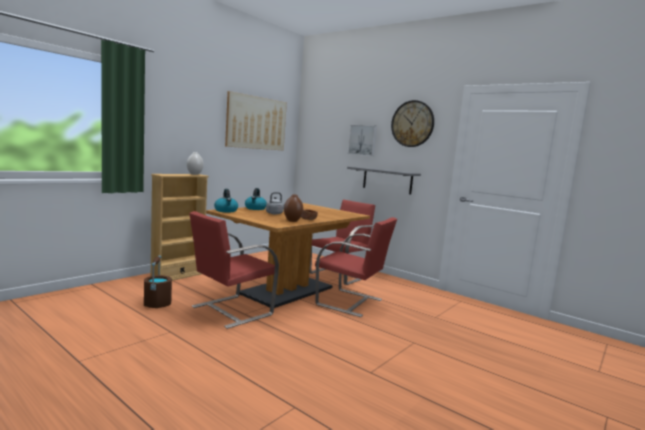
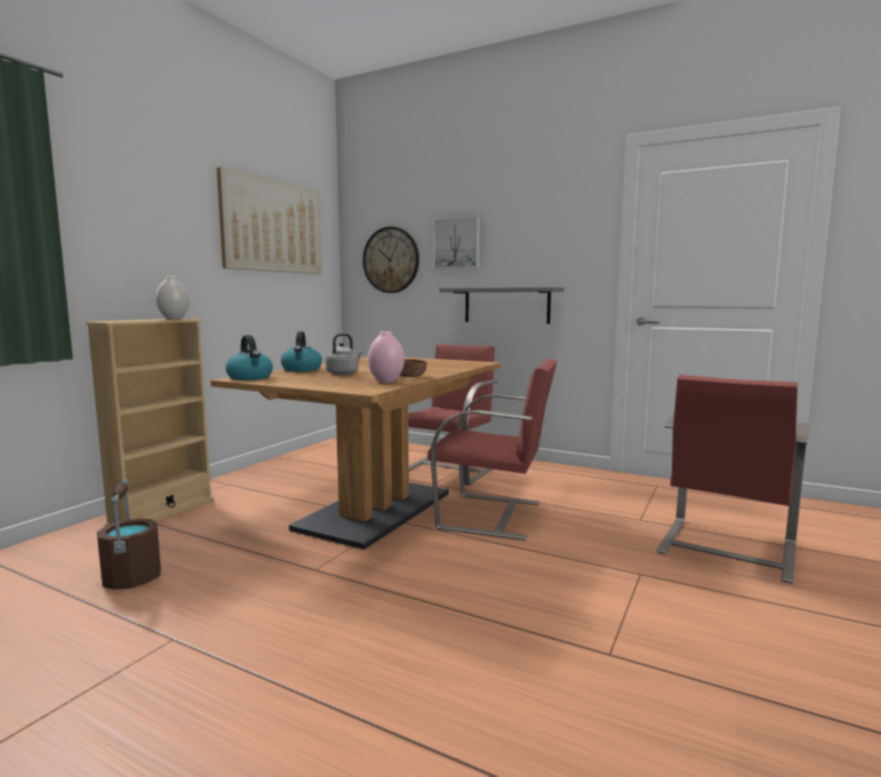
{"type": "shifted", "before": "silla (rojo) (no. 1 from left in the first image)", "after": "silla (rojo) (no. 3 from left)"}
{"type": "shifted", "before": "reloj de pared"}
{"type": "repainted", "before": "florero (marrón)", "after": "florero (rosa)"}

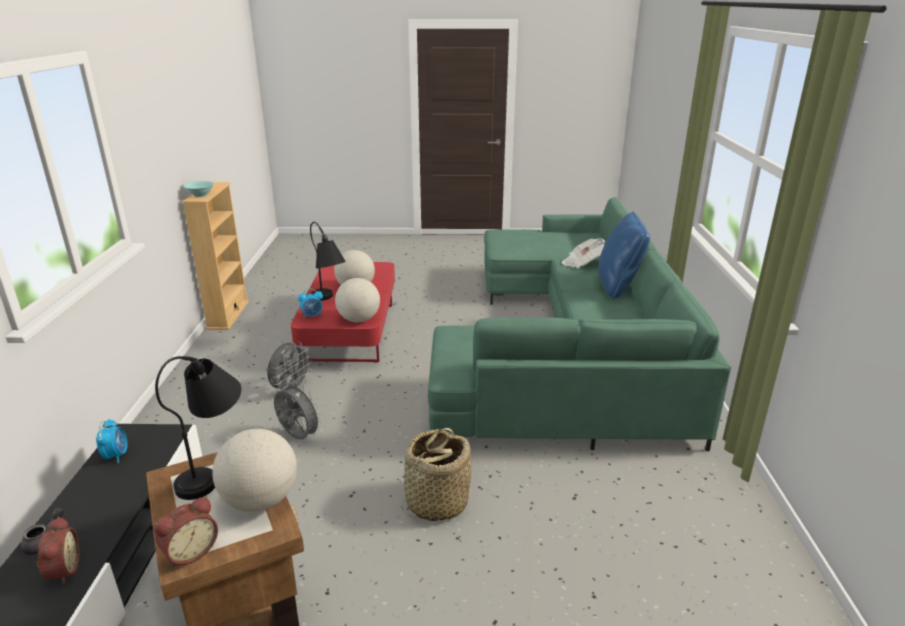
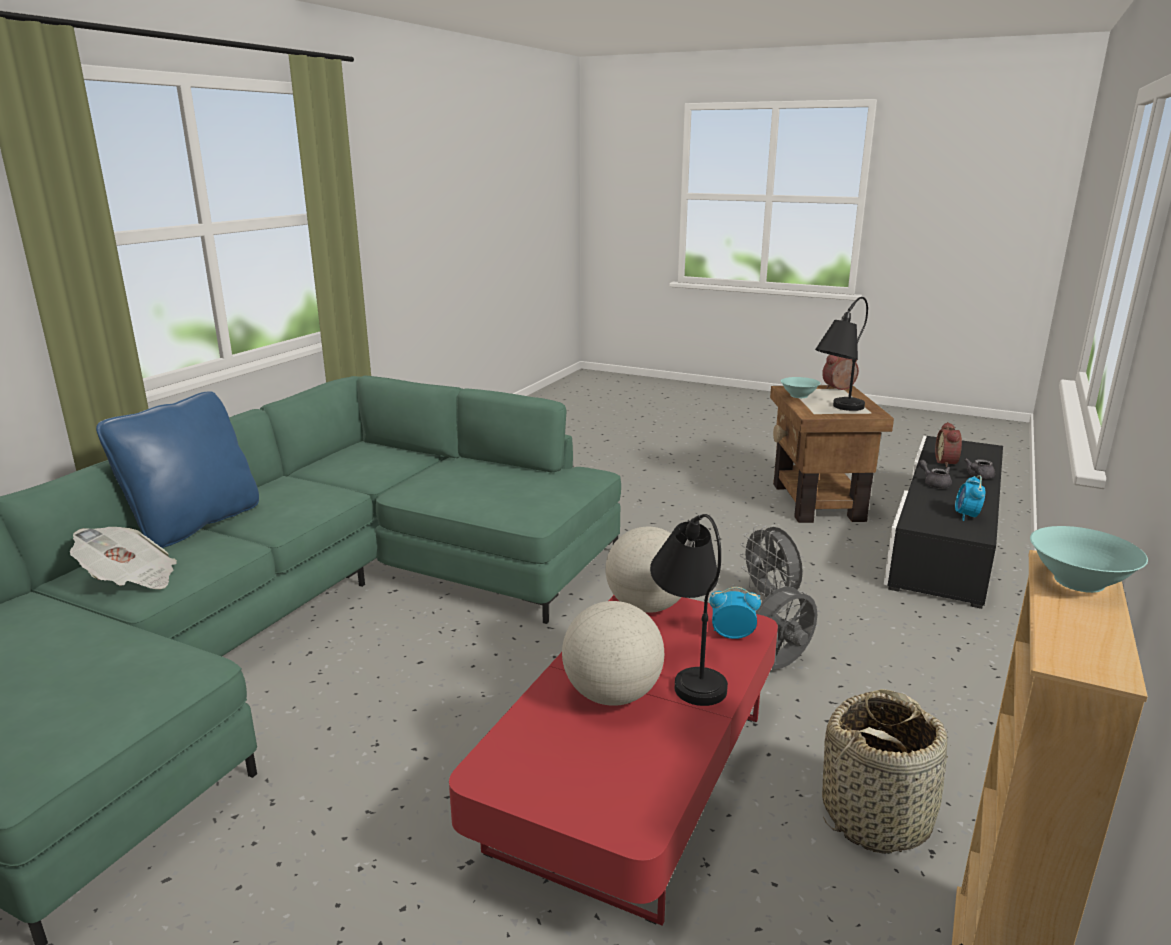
{"type": "new", "after": "tetera (gris) (no. 1 from left)"}
{"type": "shifted", "before": "cesta"}
{"type": "swapped", "before": "globo terráqueo (no. 1 from left)", "after": "cuenco (turquesa) (no. 1 from left)"}

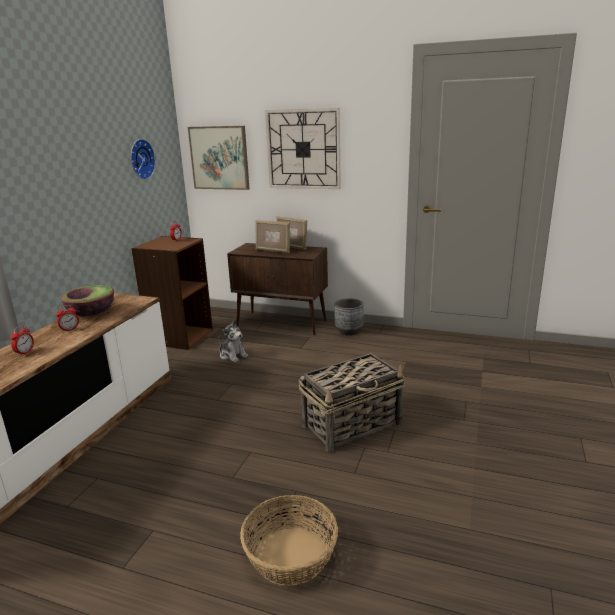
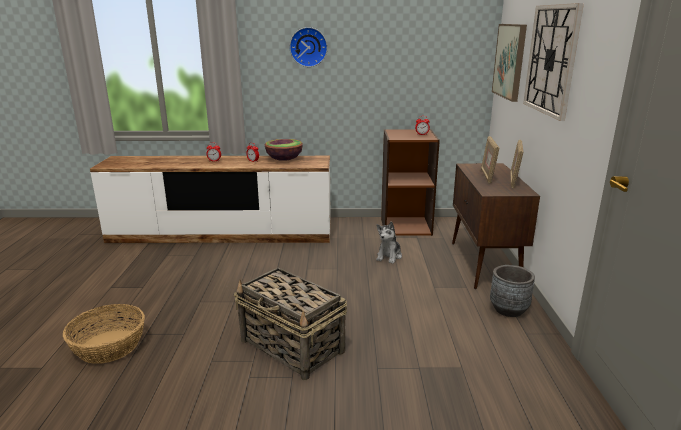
{"type": "shifted", "before": "reloj de pared (no. 1 from left)"}

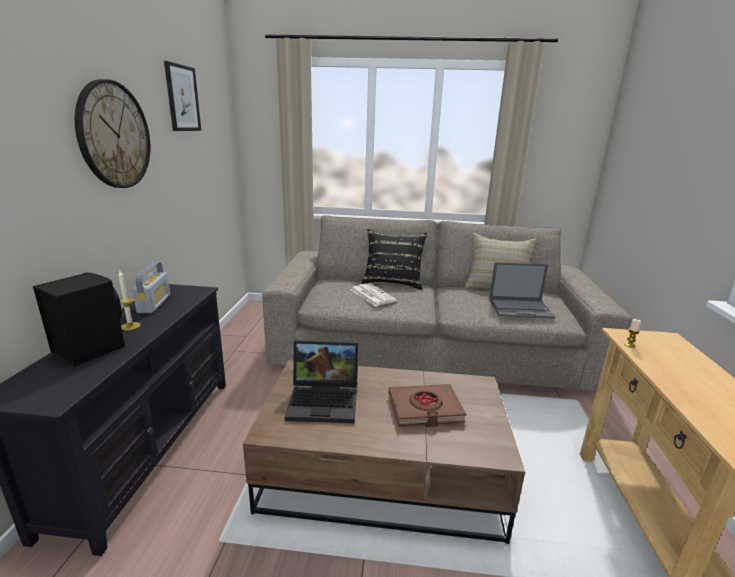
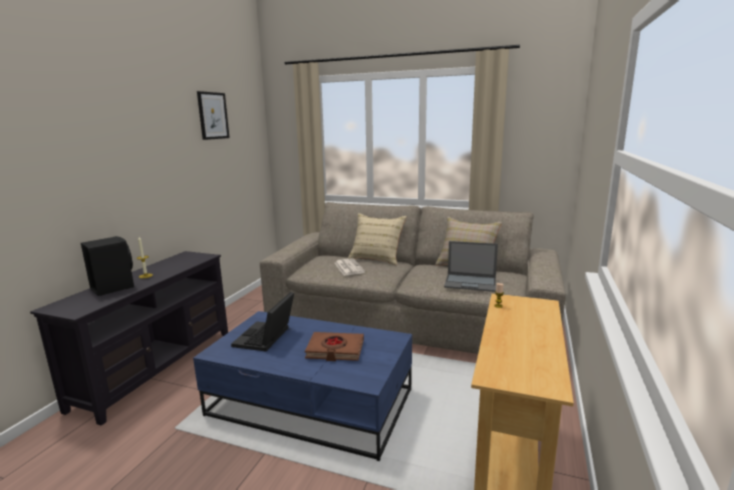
{"type": "gone", "before": "reloj de pared"}
{"type": "gone", "before": "radio"}
{"type": "repainted", "before": "mesa de centro (marrón)", "after": "mesa de centro (azul)"}
{"type": "repainted", "before": "cojín (negro)", "after": "cojín (beis) (no. 1 from left)"}
{"type": "rotated", "before": "portátil (no. 1 from left)", "turn": 90}

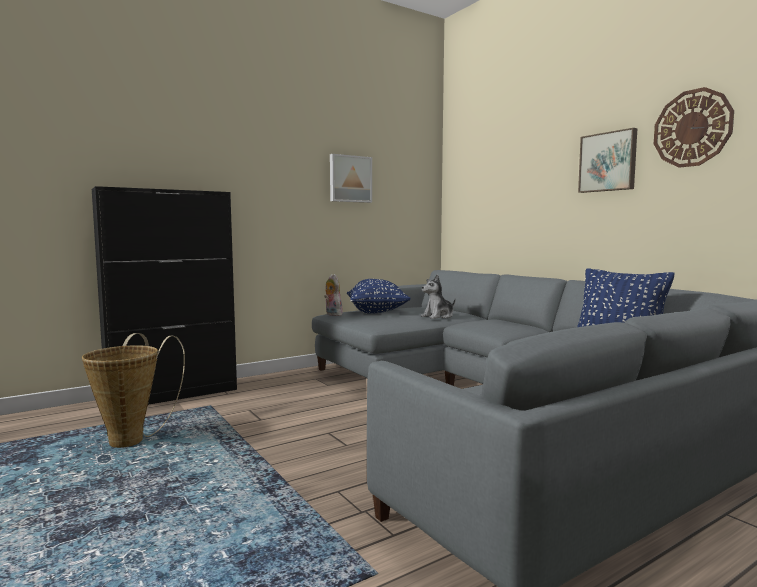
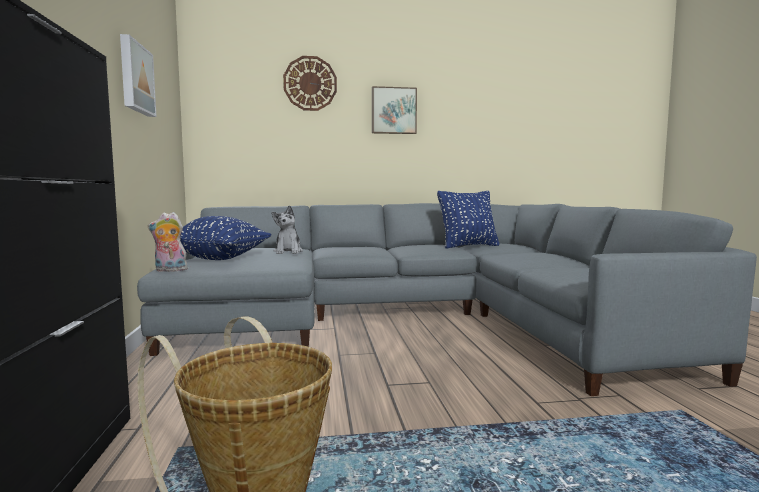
{"type": "shifted", "before": "reloj de pared"}

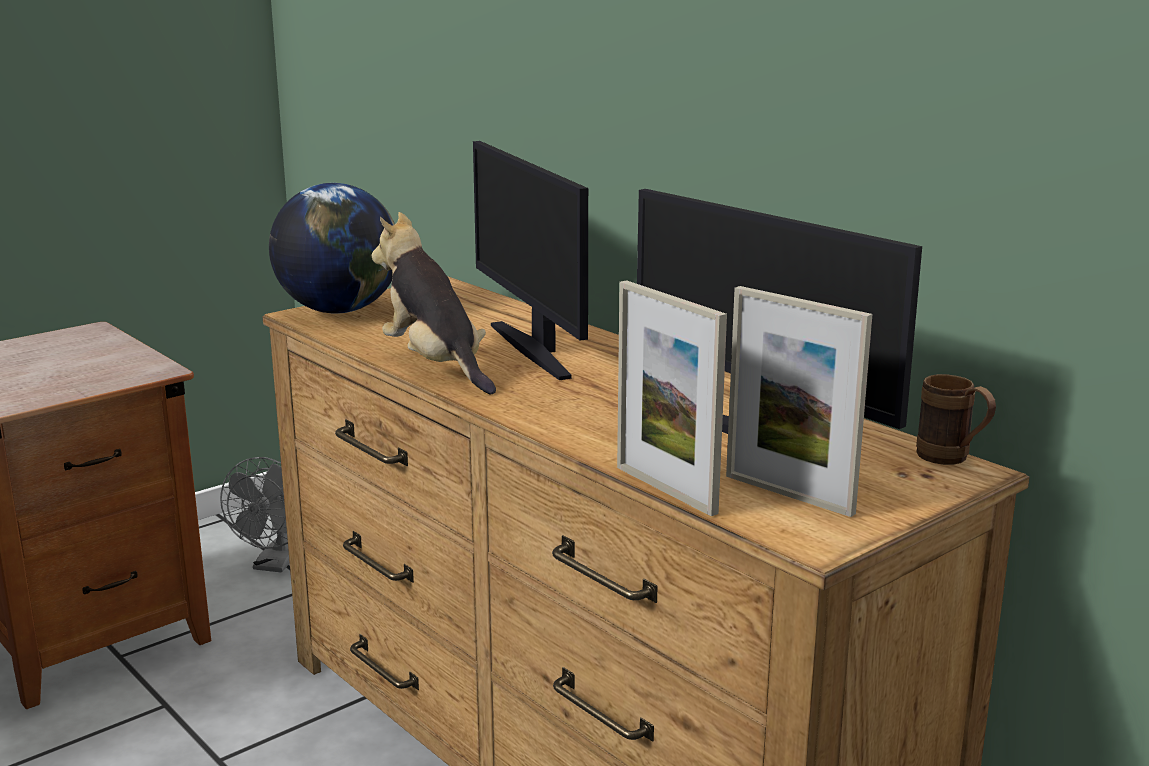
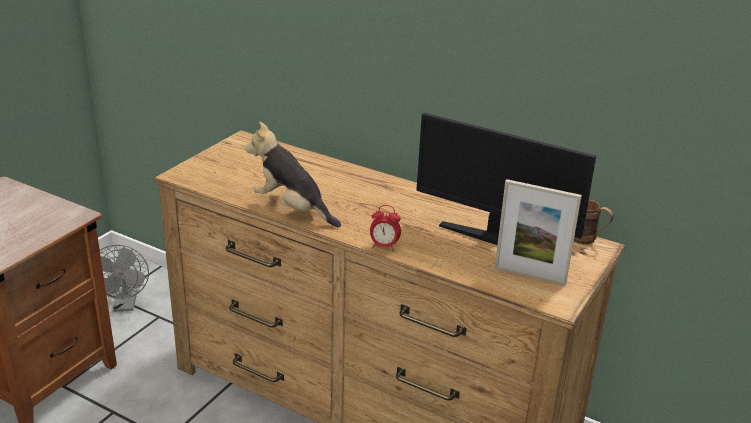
{"type": "gone", "before": "globo terráqueo"}
{"type": "gone", "before": "monitor (no. 1 from left)"}
{"type": "gone", "before": "portarretratos (no. 1 from left)"}
{"type": "new", "after": "despertador"}

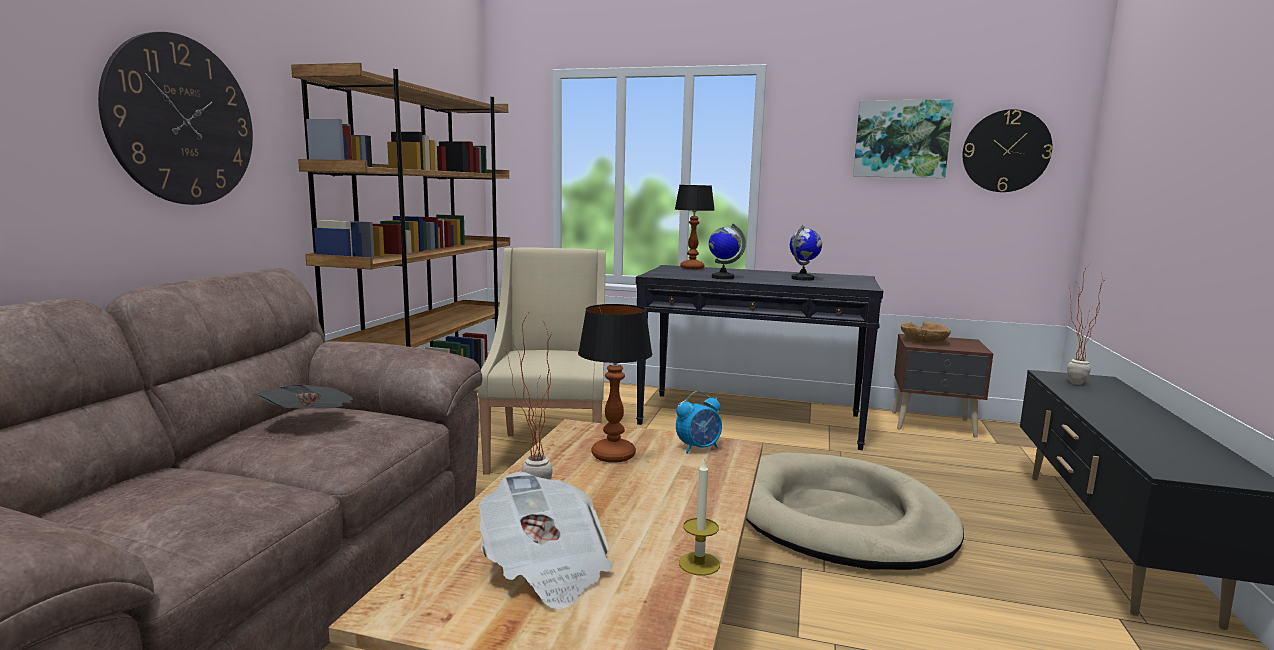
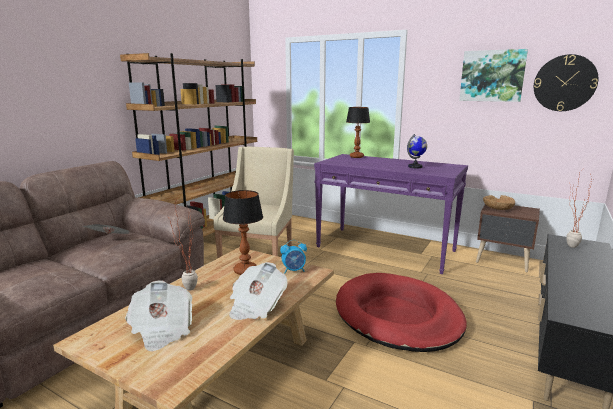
{"type": "gone", "before": "reloj de pared (no. 1 from left)"}
{"type": "gone", "before": "vela"}
{"type": "gone", "before": "globo terráqueo (no. 1 from left)"}
{"type": "new", "after": "periódico (no. 3 from left)"}
{"type": "repainted", "before": "mesa consola (negro)", "after": "mesa consola (morado)"}
{"type": "repainted", "before": "cama para perro (beis)", "after": "cama para perro (rojo)"}

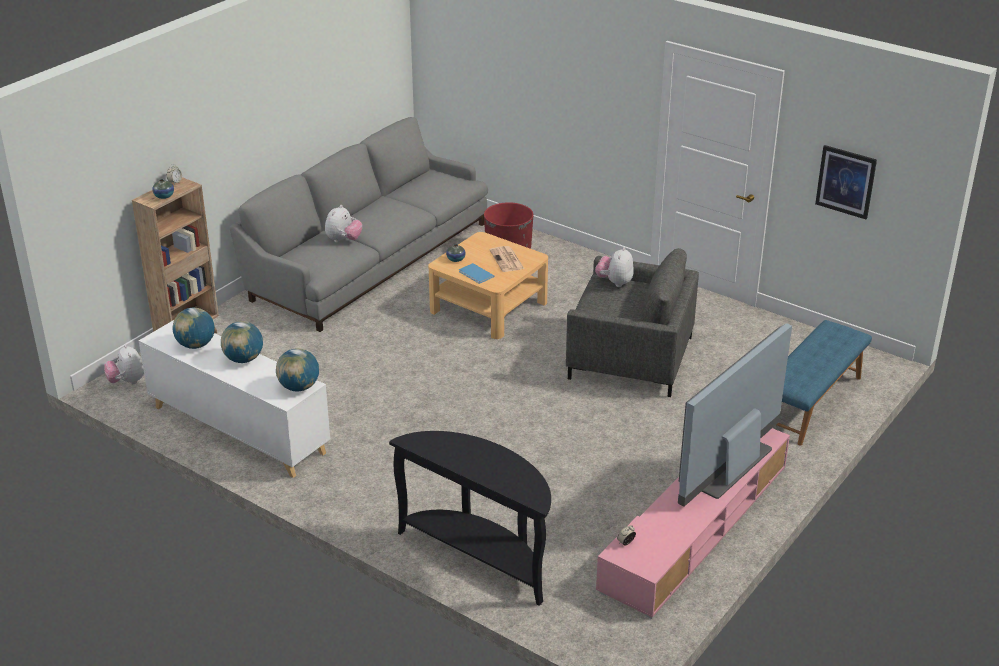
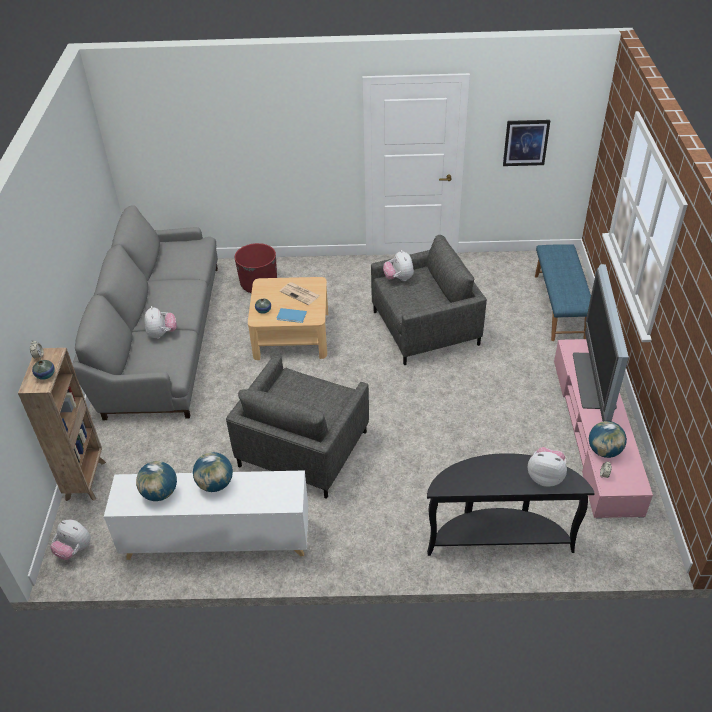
{"type": "new", "after": "sillón (gris) (no. 1 from left)"}
{"type": "new", "after": "peluche (no. 4 from left)"}
{"type": "shifted", "before": "globo terráqueo (no. 3 from left)"}

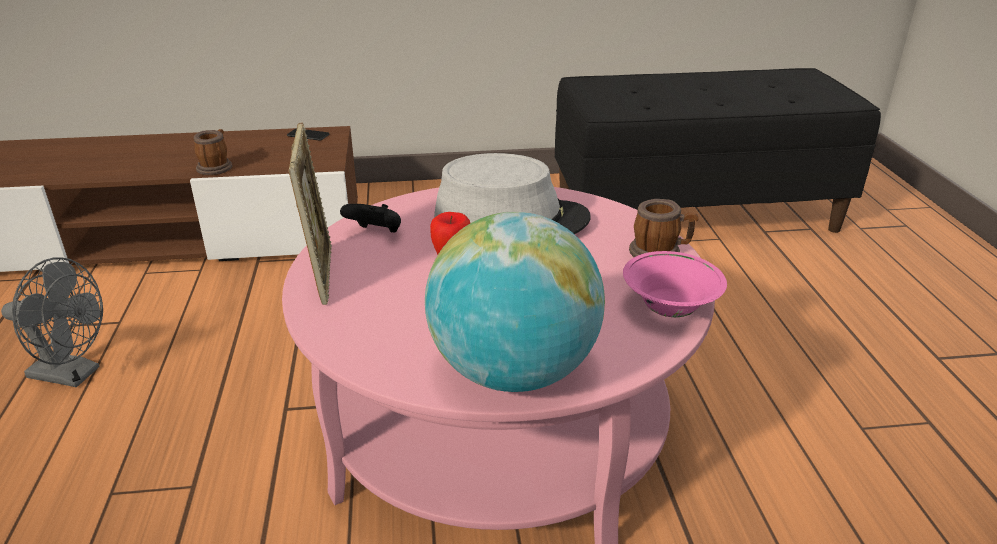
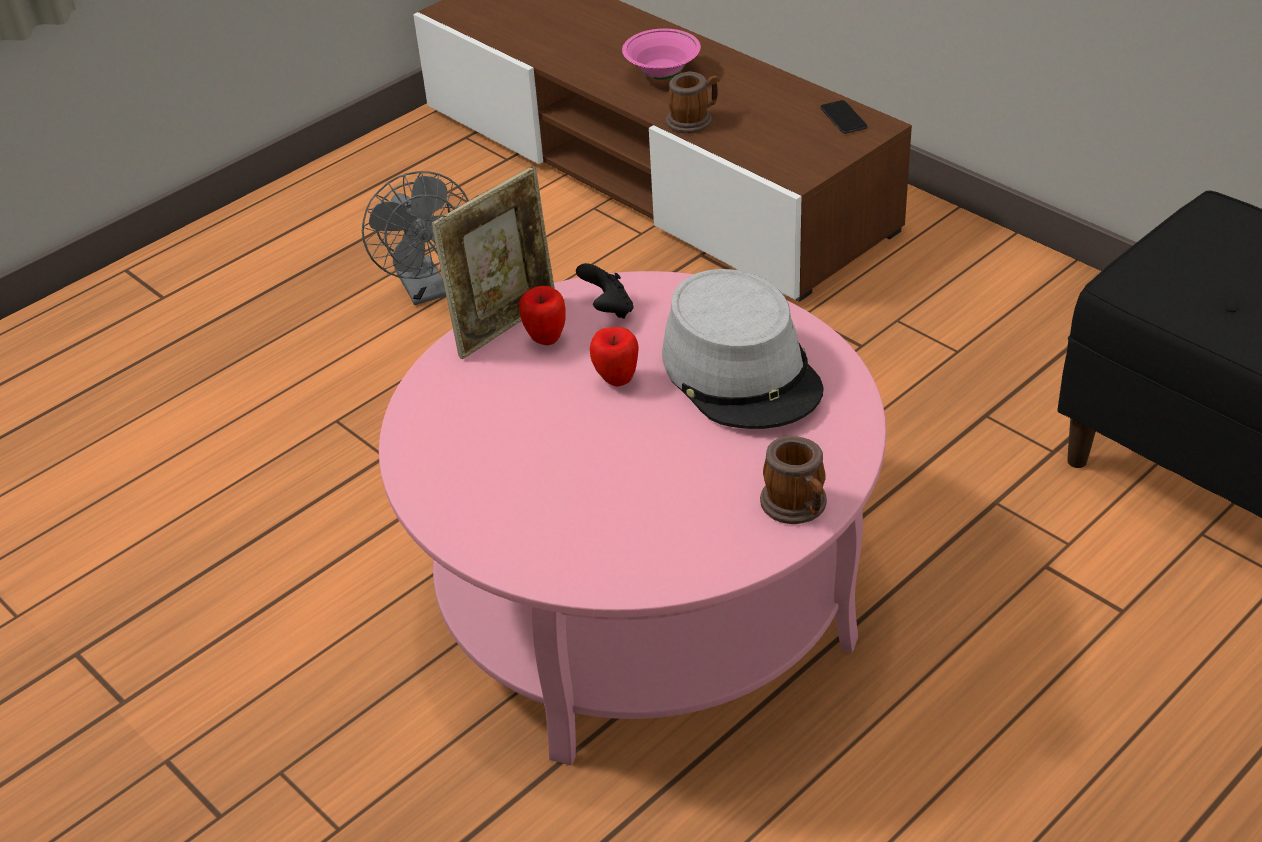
{"type": "gone", "before": "globo terráqueo"}
{"type": "new", "after": "manzana (no. 1 from left)"}
{"type": "shifted", "before": "cuenco (rosa)"}

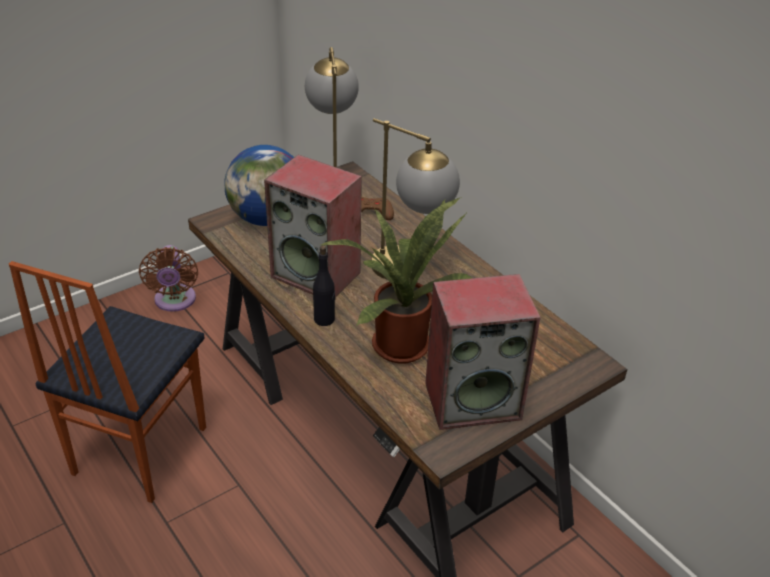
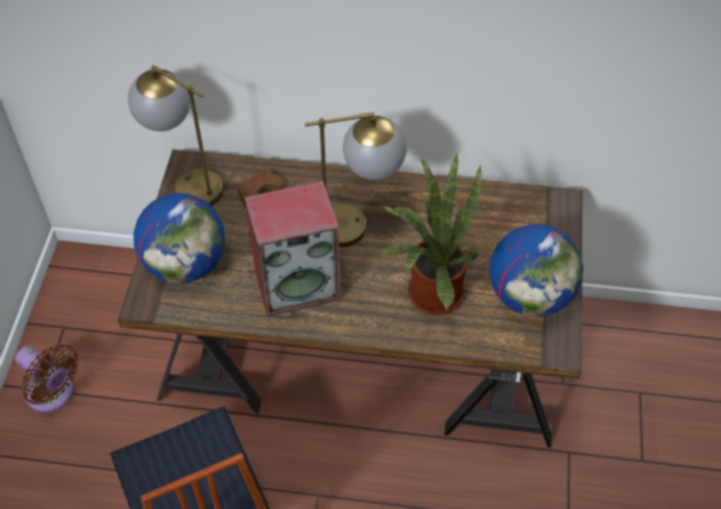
{"type": "gone", "before": "botella (negro)"}
{"type": "swapped", "before": "altavoz (no. 2 from left)", "after": "globo terráqueo (no. 2 from left)"}

